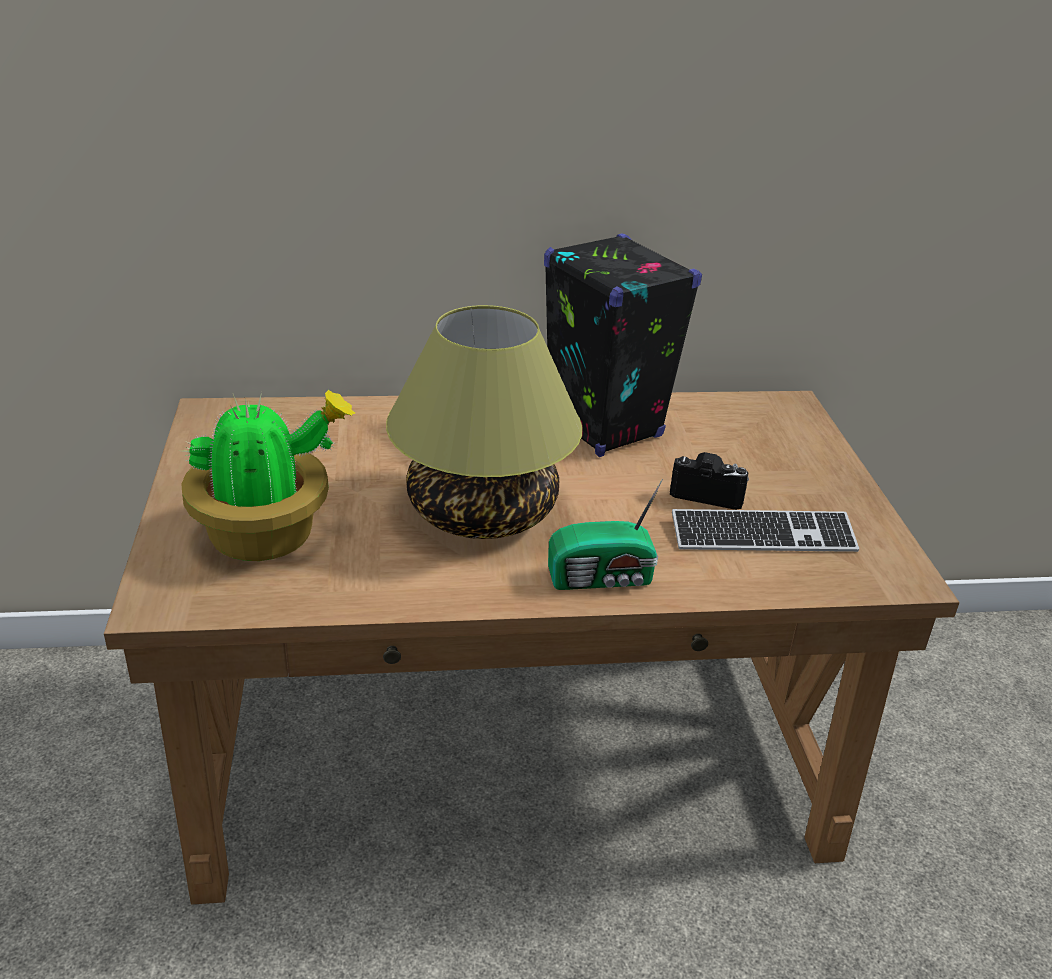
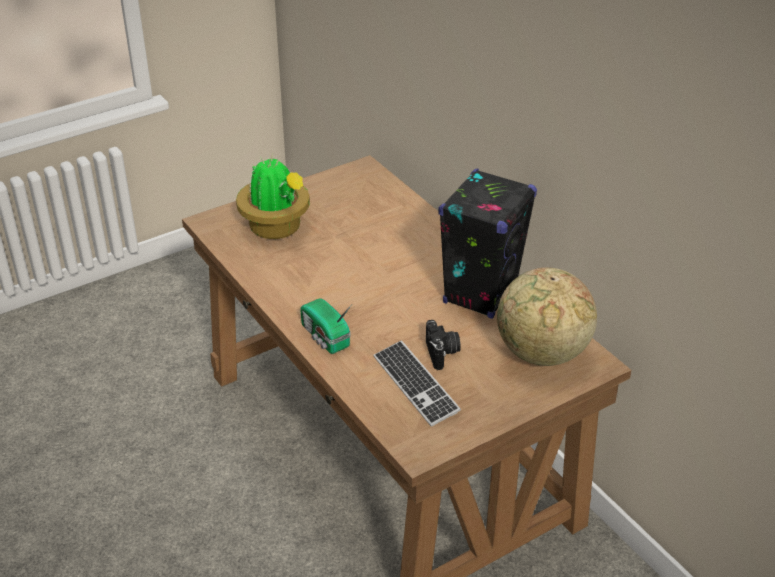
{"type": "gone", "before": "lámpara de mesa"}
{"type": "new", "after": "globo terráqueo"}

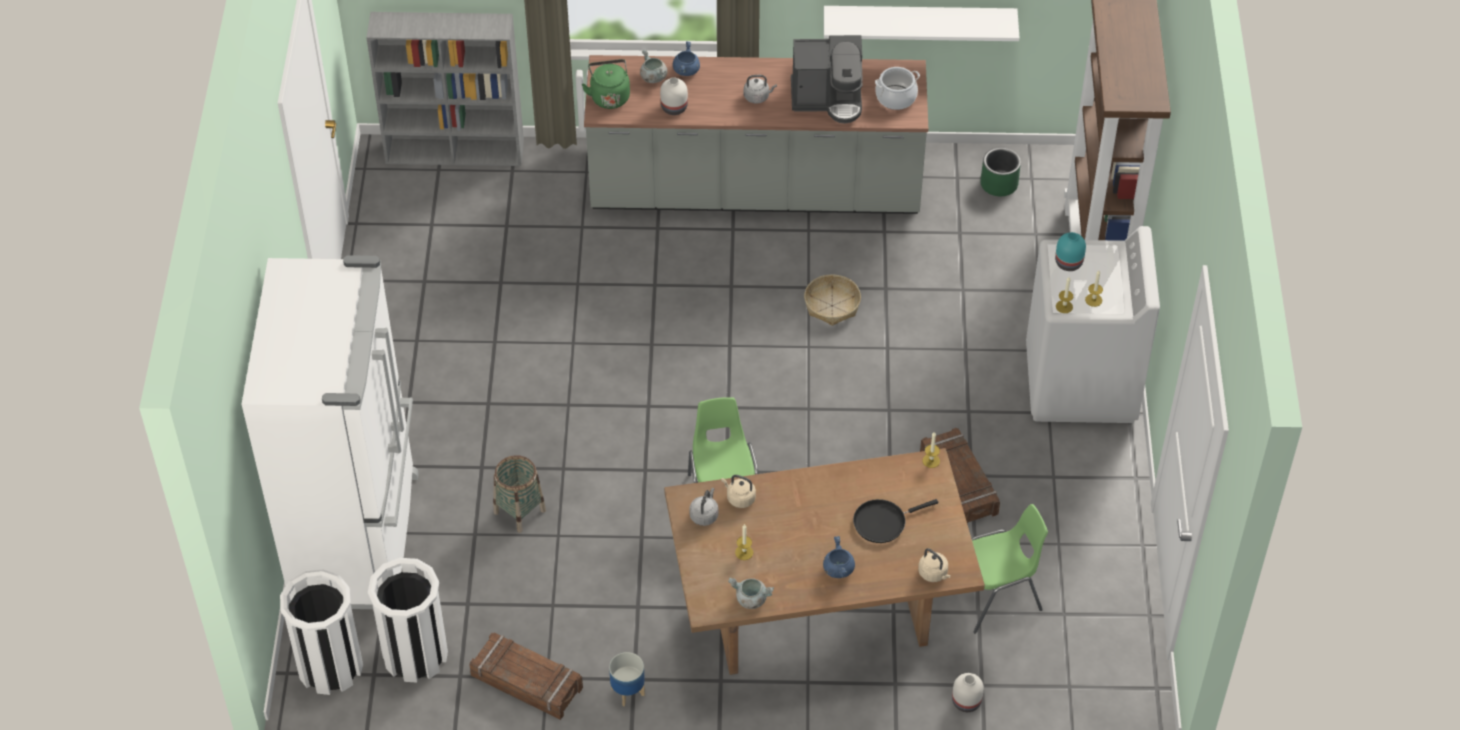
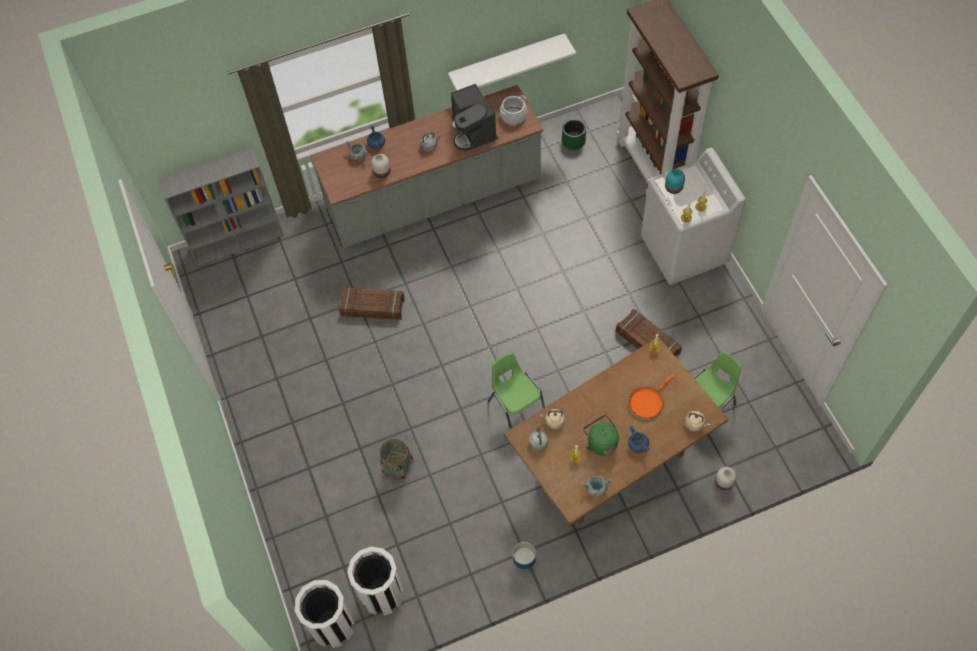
{"type": "gone", "before": "nevera (blanco)"}
{"type": "gone", "before": "cesta (no. 2 from left)"}
{"type": "shifted", "before": "caja de embalaje (no. 1 from left)"}
{"type": "shifted", "before": "hervidor (verde)"}
{"type": "repainted", "before": "sartén (negro)", "after": "sartén (naranja)"}
{"type": "rotated", "before": "cafetera", "turn": 90}

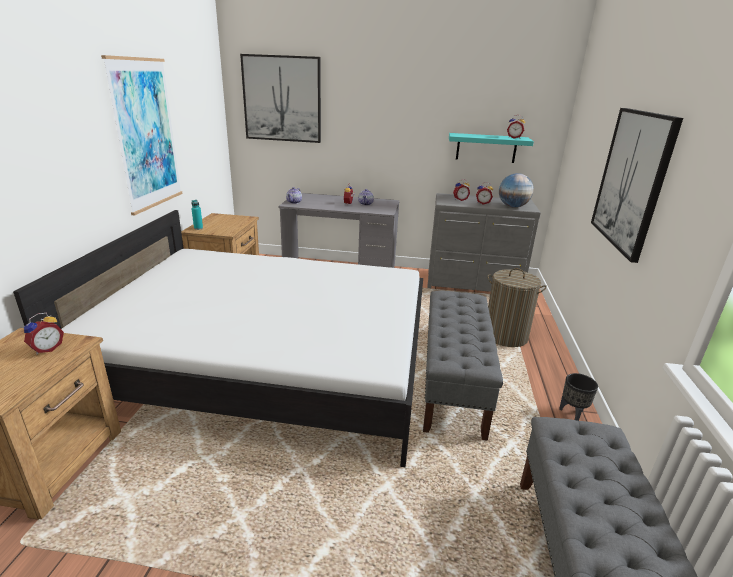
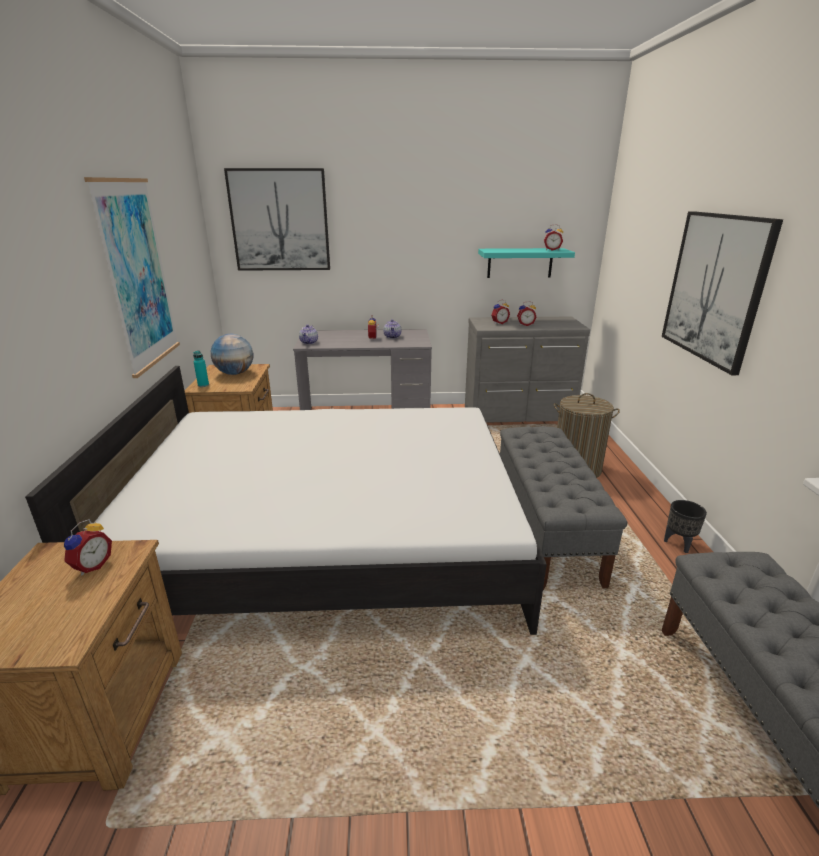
{"type": "shifted", "before": "globo terráqueo"}

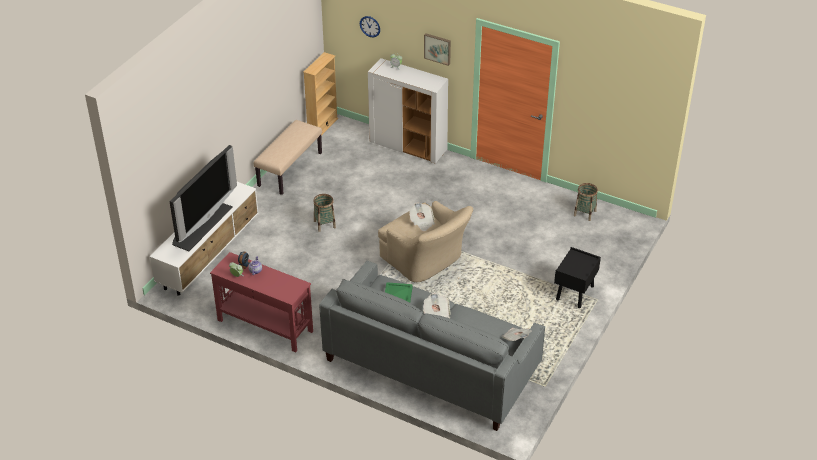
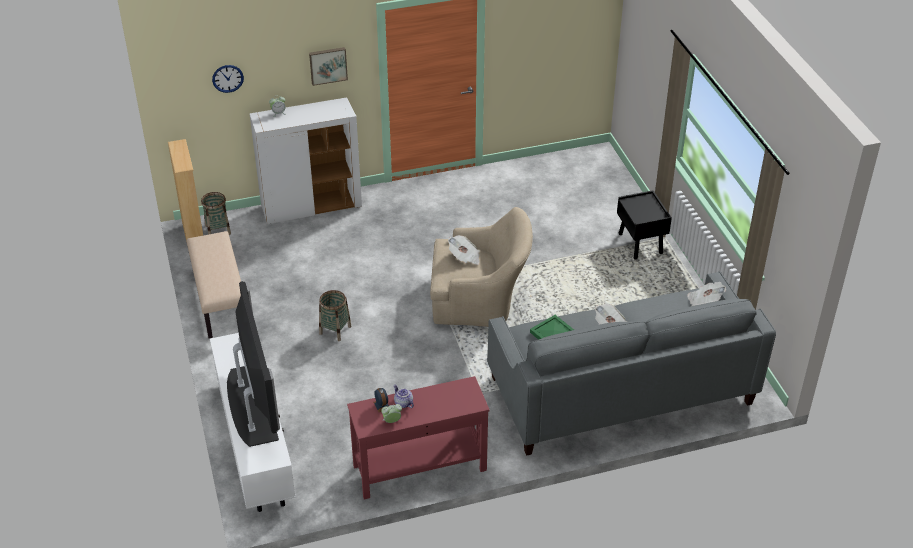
{"type": "shifted", "before": "cesta (no. 2 from left in the first image)", "after": "cesta (no. 1 from left)"}

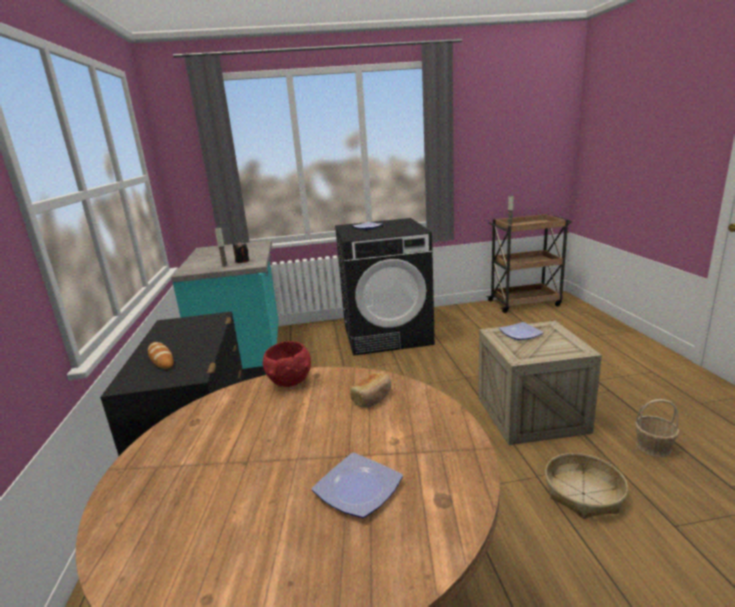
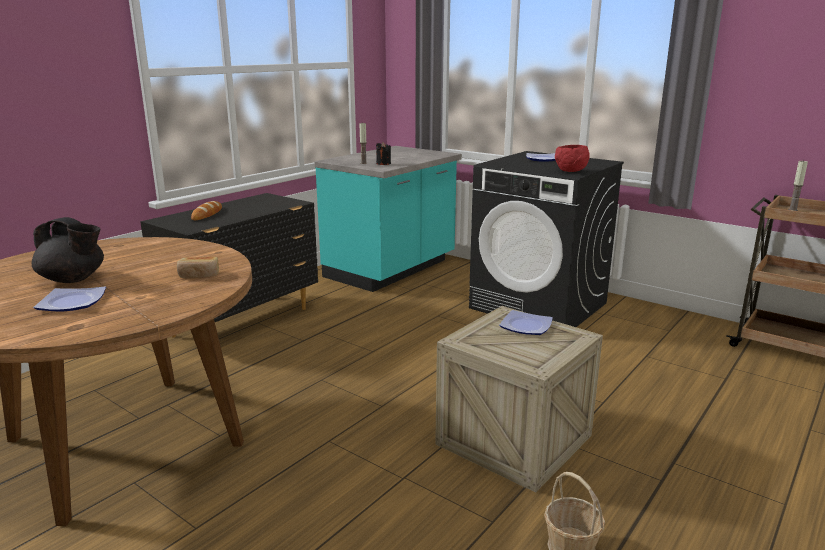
{"type": "gone", "before": "cesta (no. 1 from left)"}
{"type": "new", "after": "tetera (negro)"}
{"type": "shifted", "before": "cuenco (rojo)"}

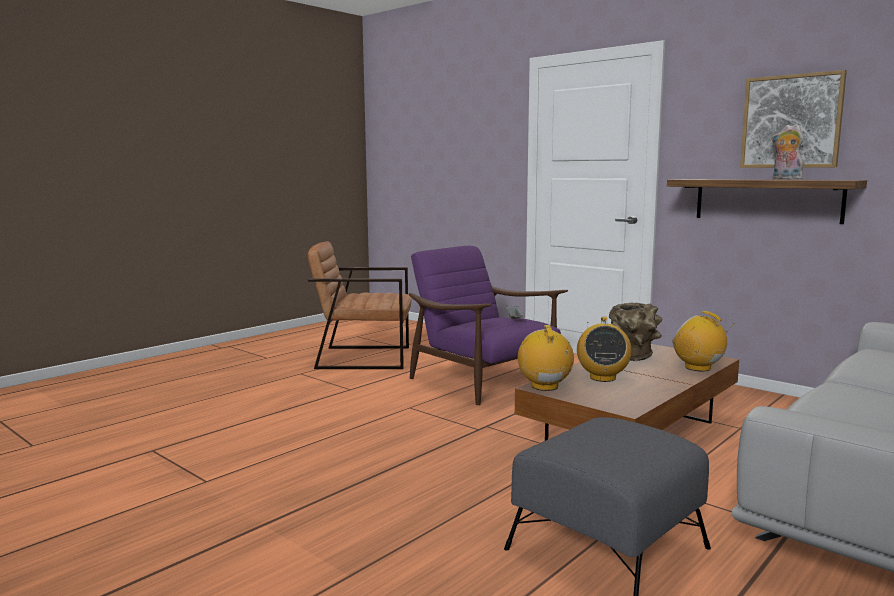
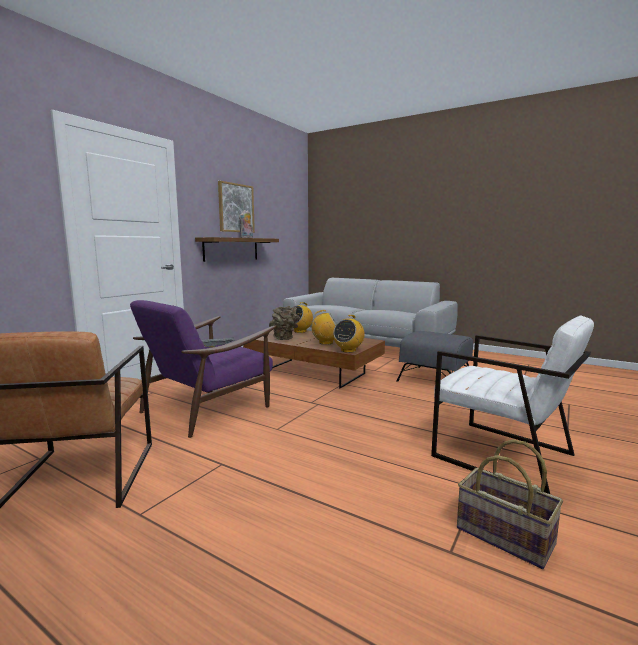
{"type": "new", "after": "sillón (blanco)"}
{"type": "new", "after": "cesta"}
{"type": "rotated", "before": "radio (no. 1 from left in the first image)", "turn": -45}

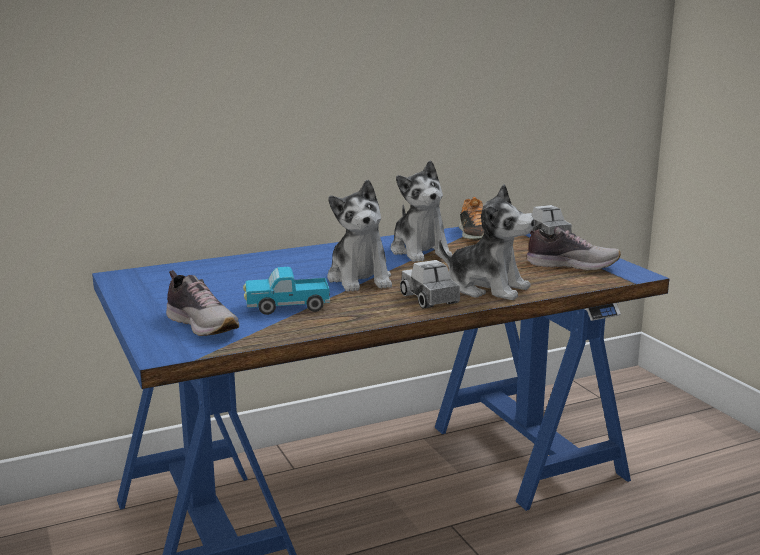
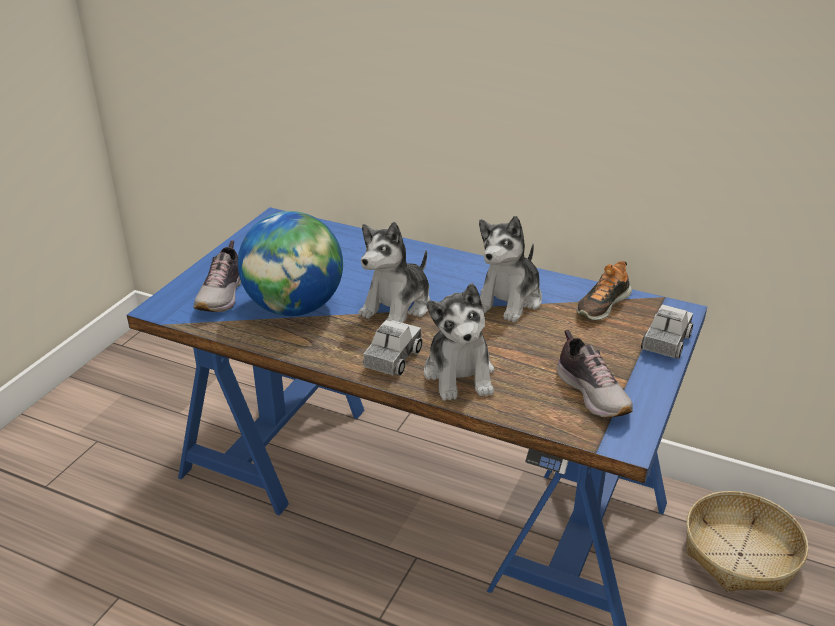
{"type": "new", "after": "cesta"}
{"type": "swapped", "before": "camión de juguete (no. 1 from left)", "after": "globo terráqueo"}

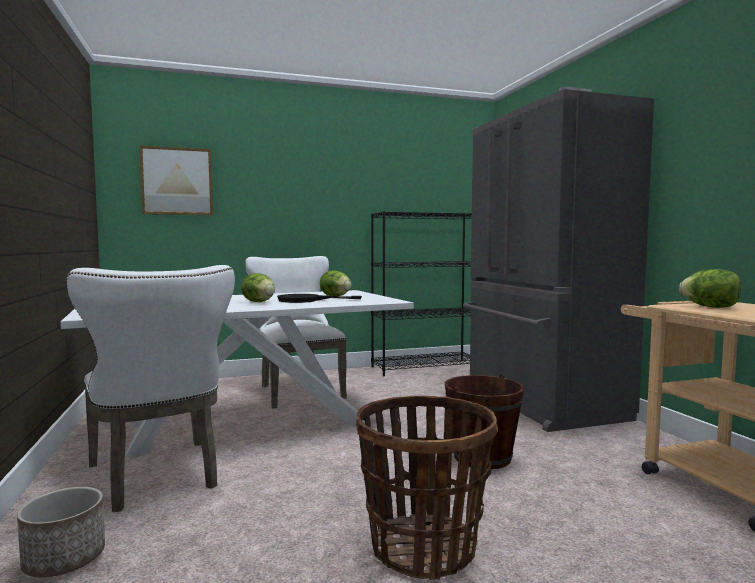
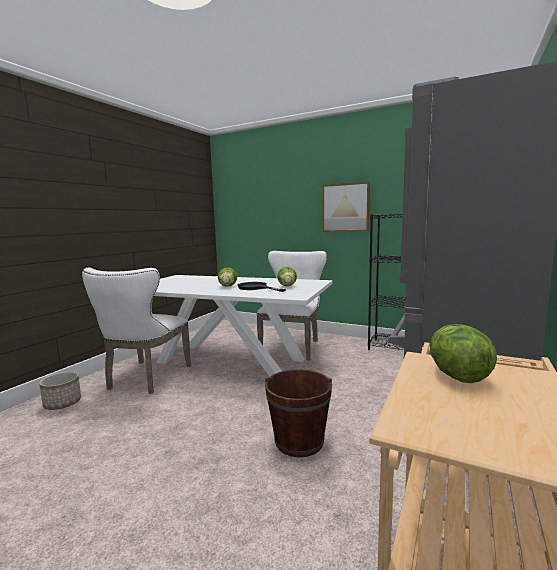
{"type": "gone", "before": "cesta"}
{"type": "shifted", "before": "cuadro"}

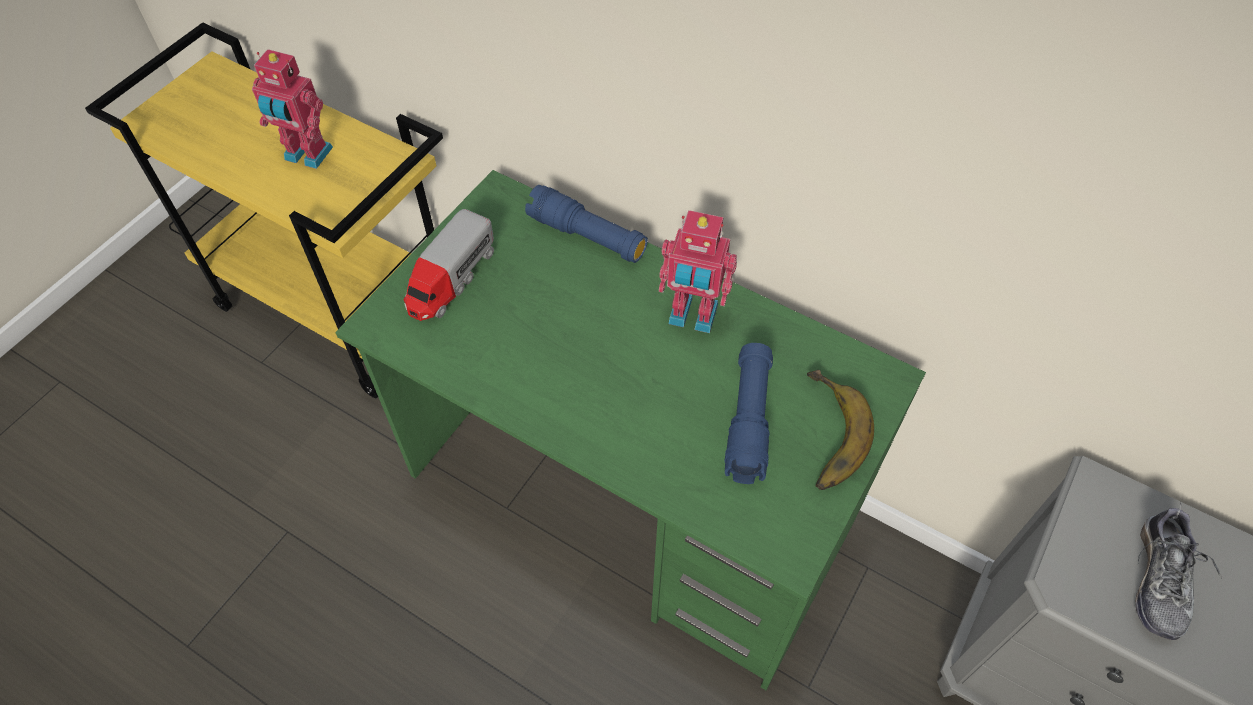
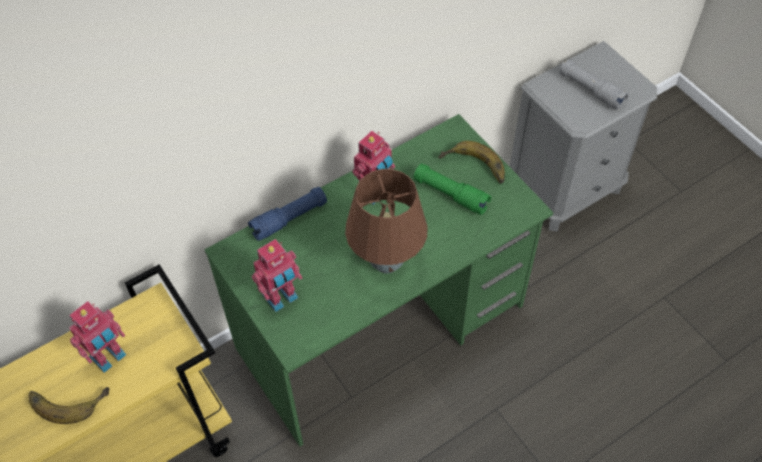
{"type": "new", "after": "plátano (no. 1 from left)"}
{"type": "new", "after": "lámpara de mesa (marrón)"}
{"type": "swapped", "before": "camión de juguete", "after": "robot de juguete (no. 2 from left)"}
{"type": "swapped", "before": "zapato", "after": "linterna (gris)"}
{"type": "repainted", "before": "linterna (azul) (no. 2 from left)", "after": "linterna (verde)"}

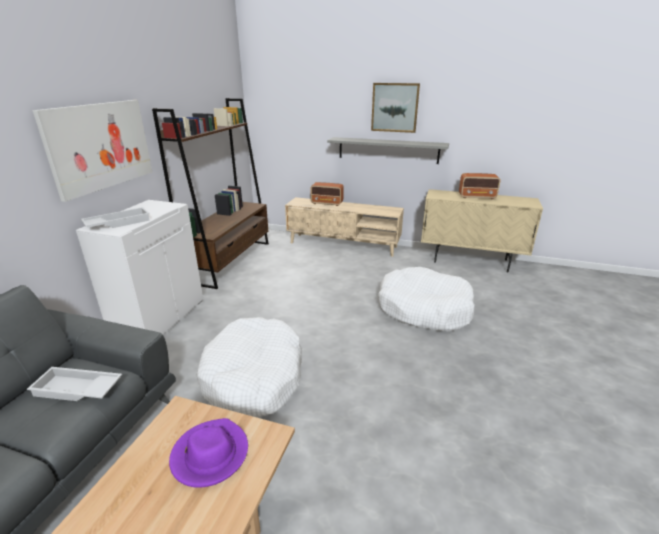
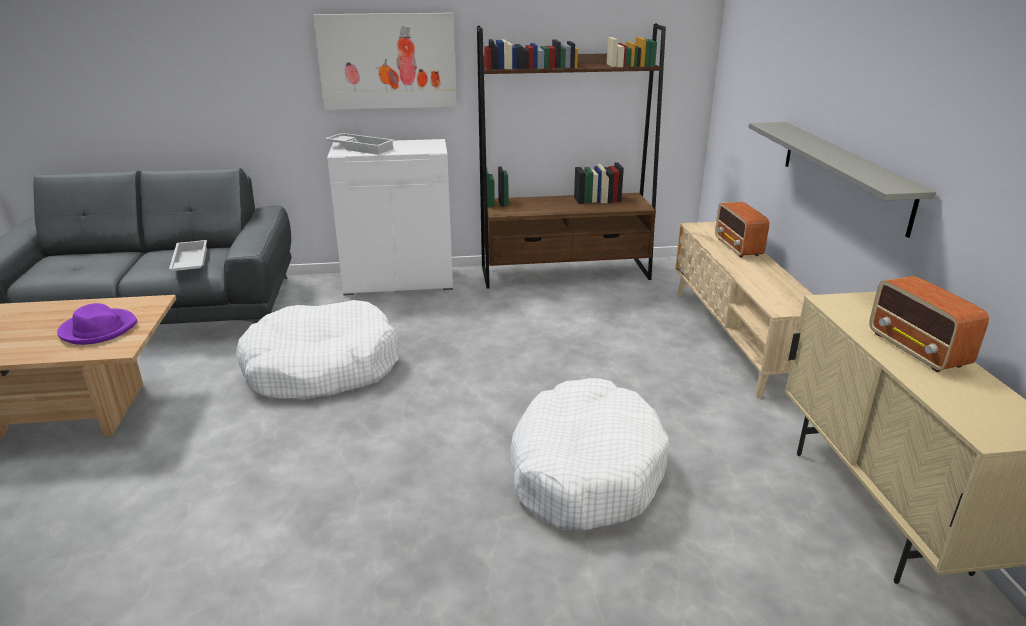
{"type": "gone", "before": "cuadro (no. 2 from left)"}

